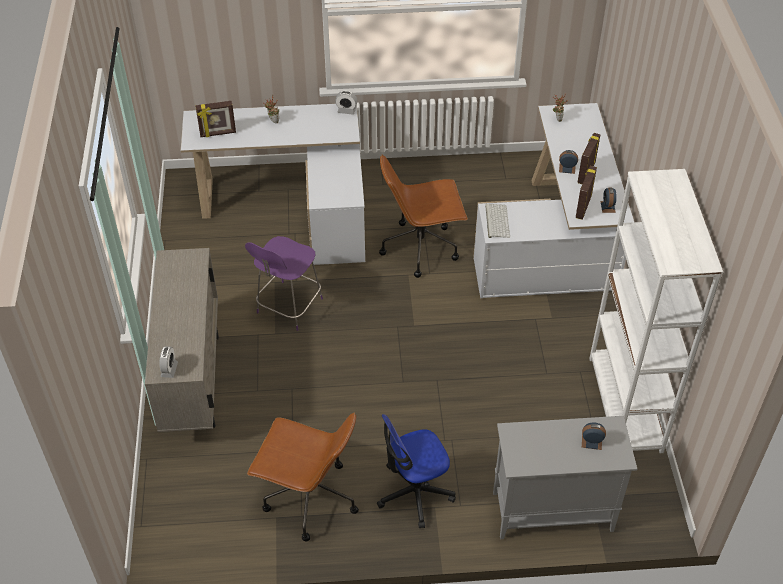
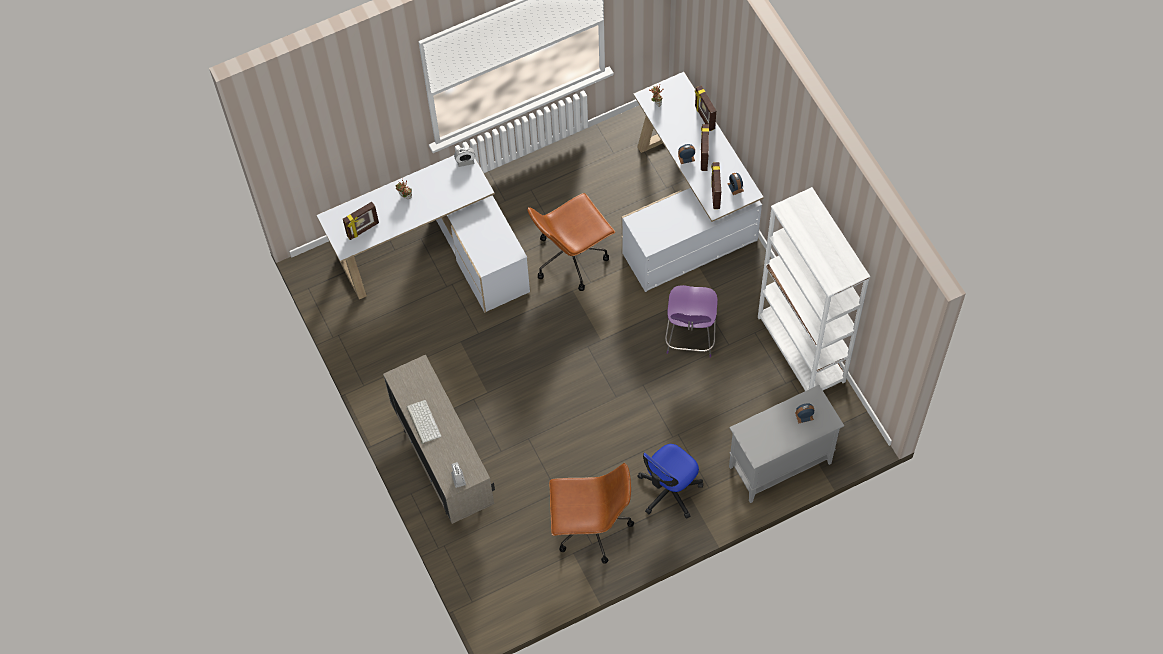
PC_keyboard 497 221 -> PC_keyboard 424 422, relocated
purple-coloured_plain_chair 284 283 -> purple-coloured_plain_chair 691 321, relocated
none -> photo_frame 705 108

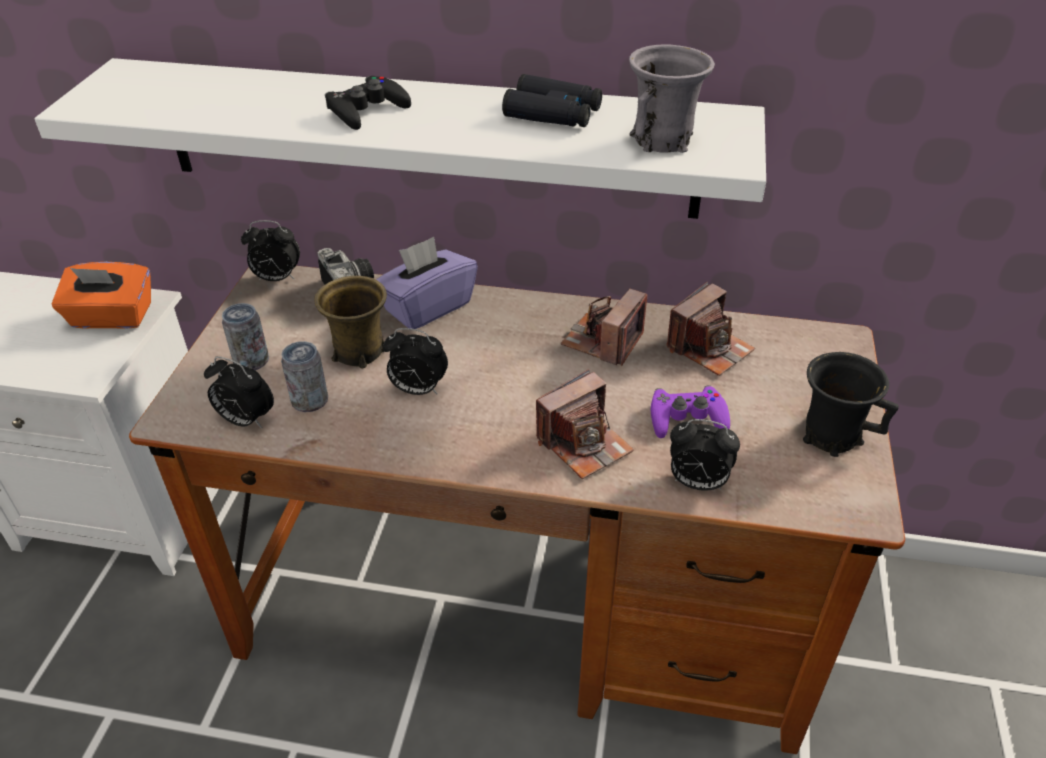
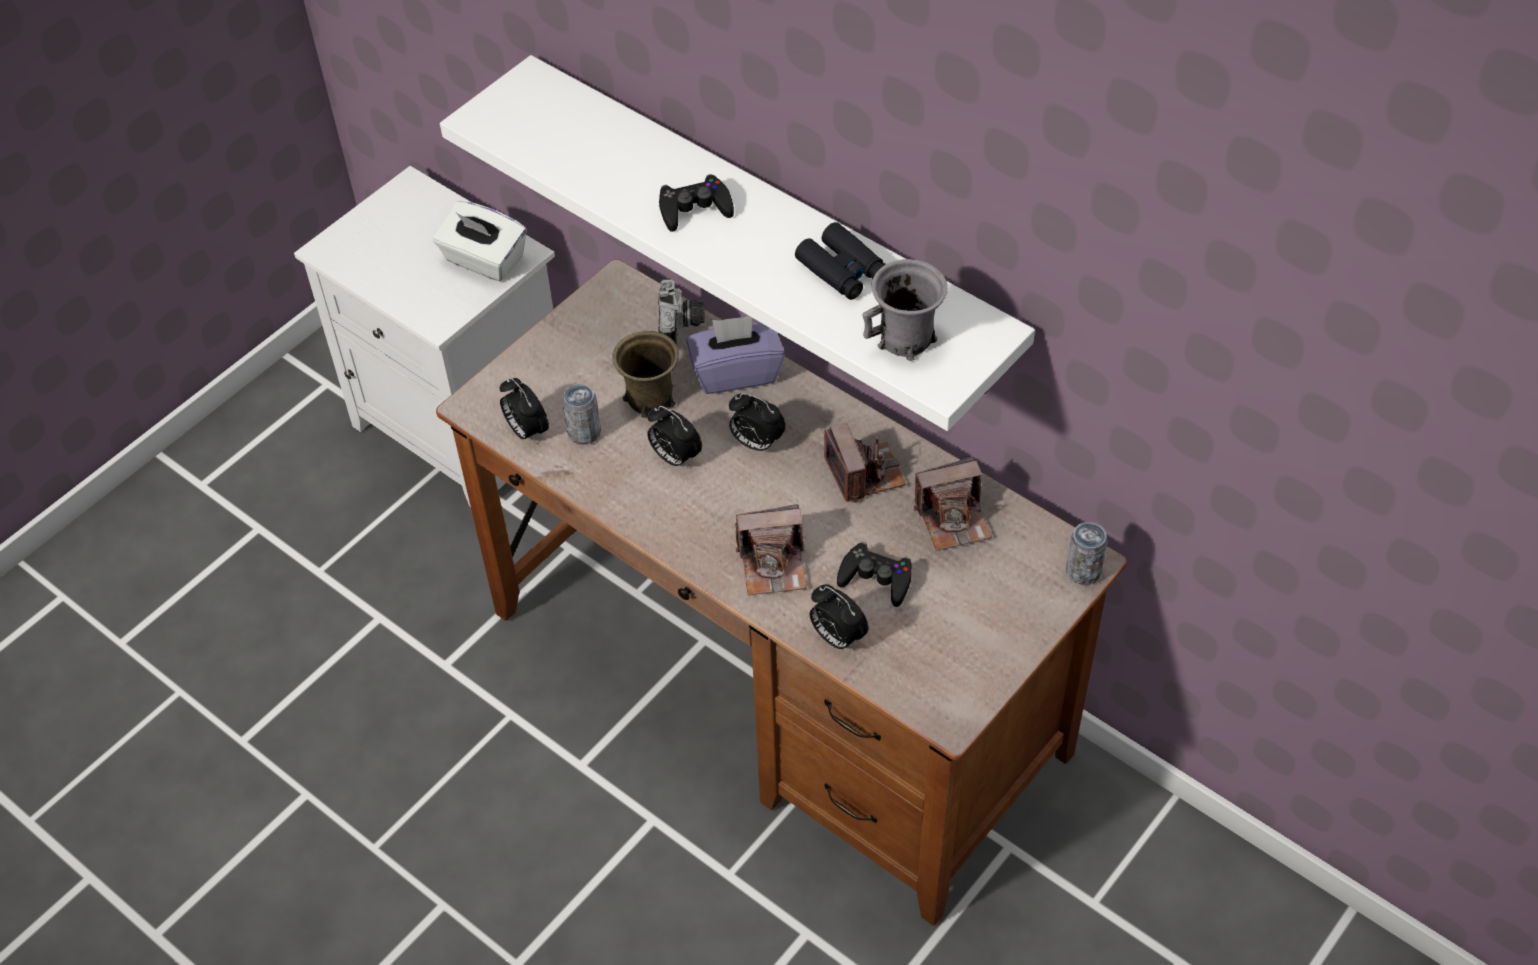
orange-coloured_box_of_tissues 101 295 -> white-coloured_box_of_tissues 480 241
alarm_clock 270 250 -> alarm_clock 757 422, relocated
photo_camera 604 327 -> photo_camera 865 463, 105 degrees clockwise
purple-coloured_joypad 690 411 -> black-coloured_joypad 874 574
can 245 336 -> can 1087 553, relocated
black-coloured_tea_mug 851 404 -> none

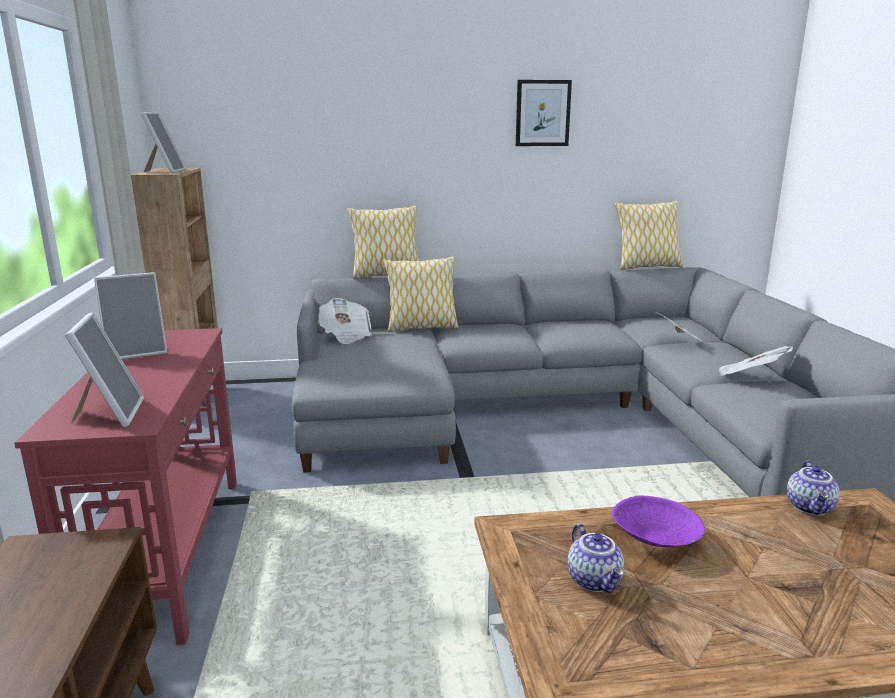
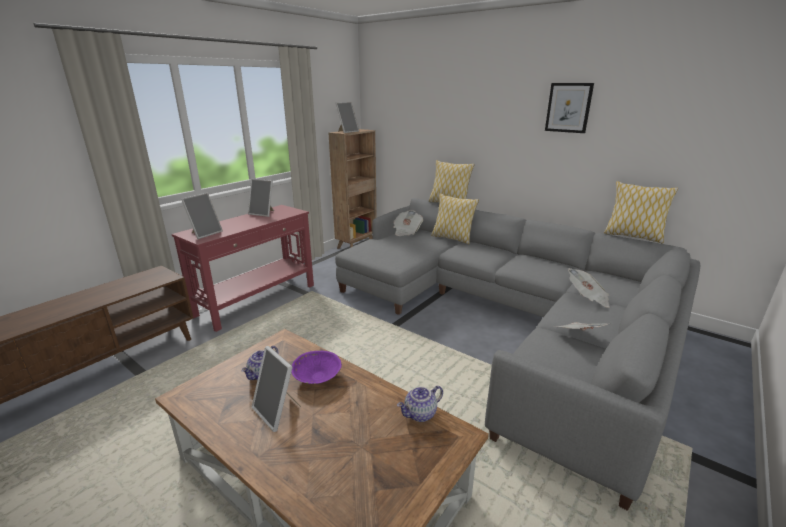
none -> photo_frame 276 389

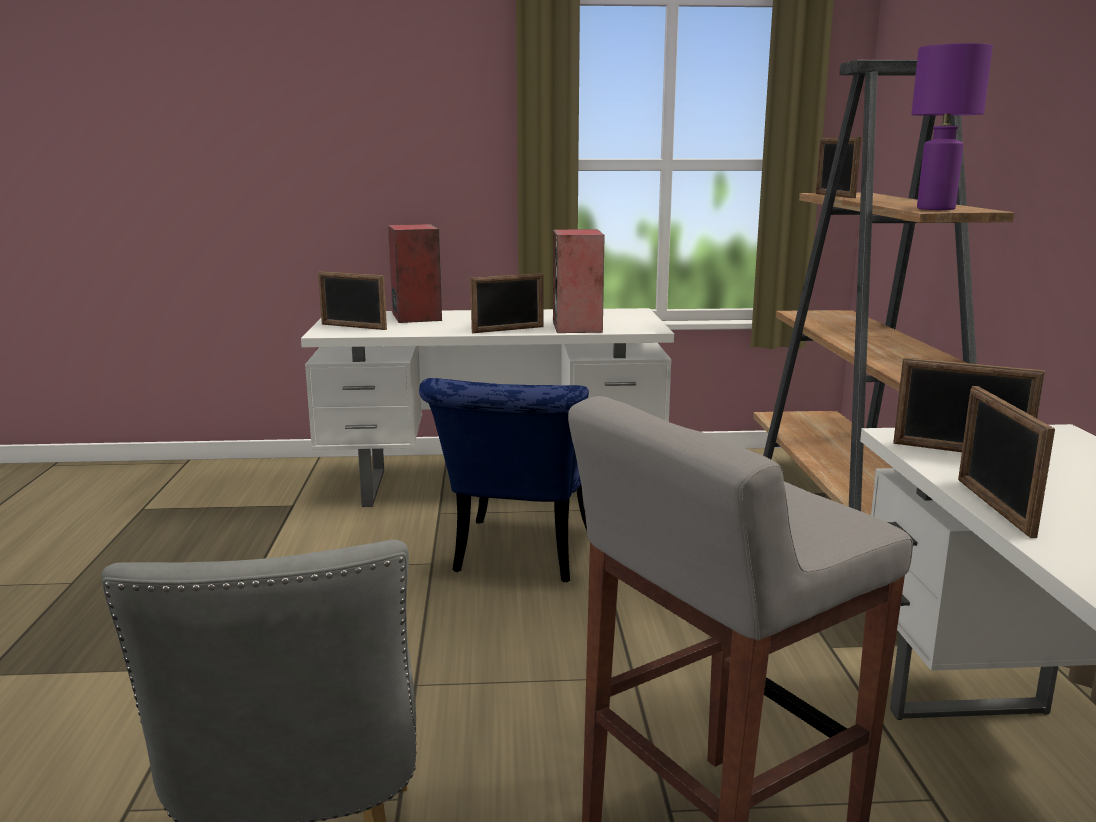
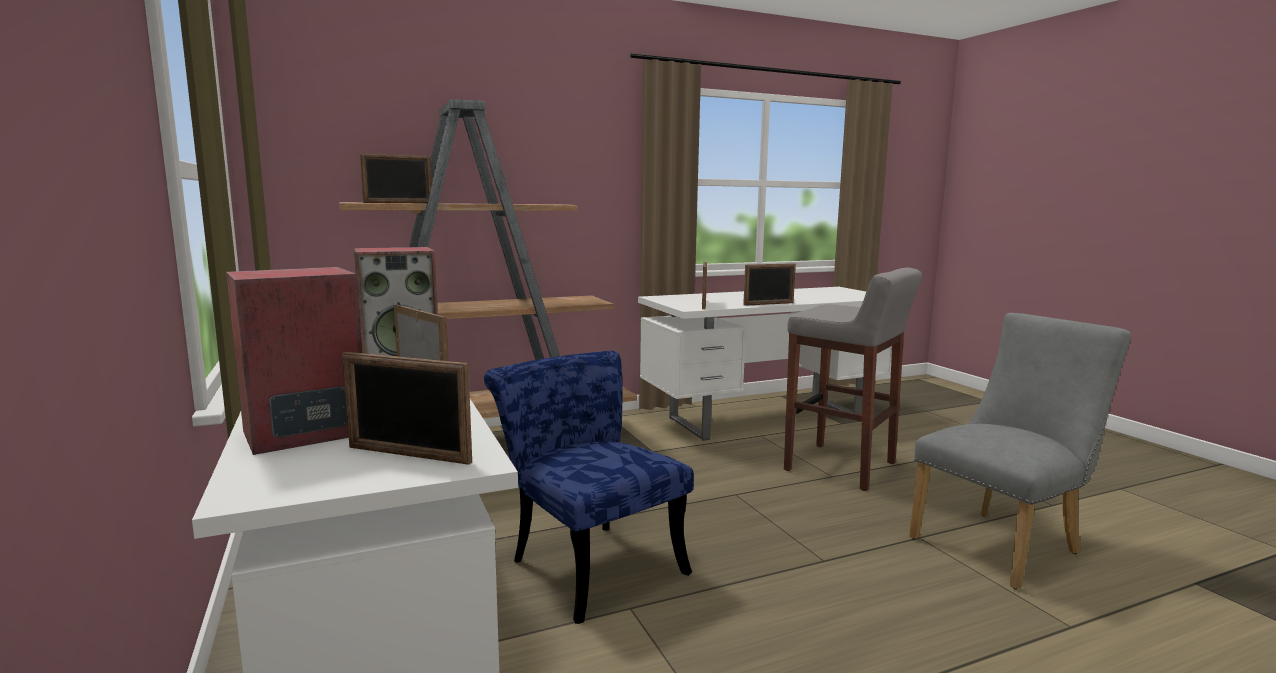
photo_frame 352 300 -> photo_frame 407 408, 105 degrees clockwise
blue-coloured_plain_chair 504 480 -> blue-coloured_plain_chair 589 487, 120 degrees counterclockwise
purple-coloured_table_lamp 952 126 -> none

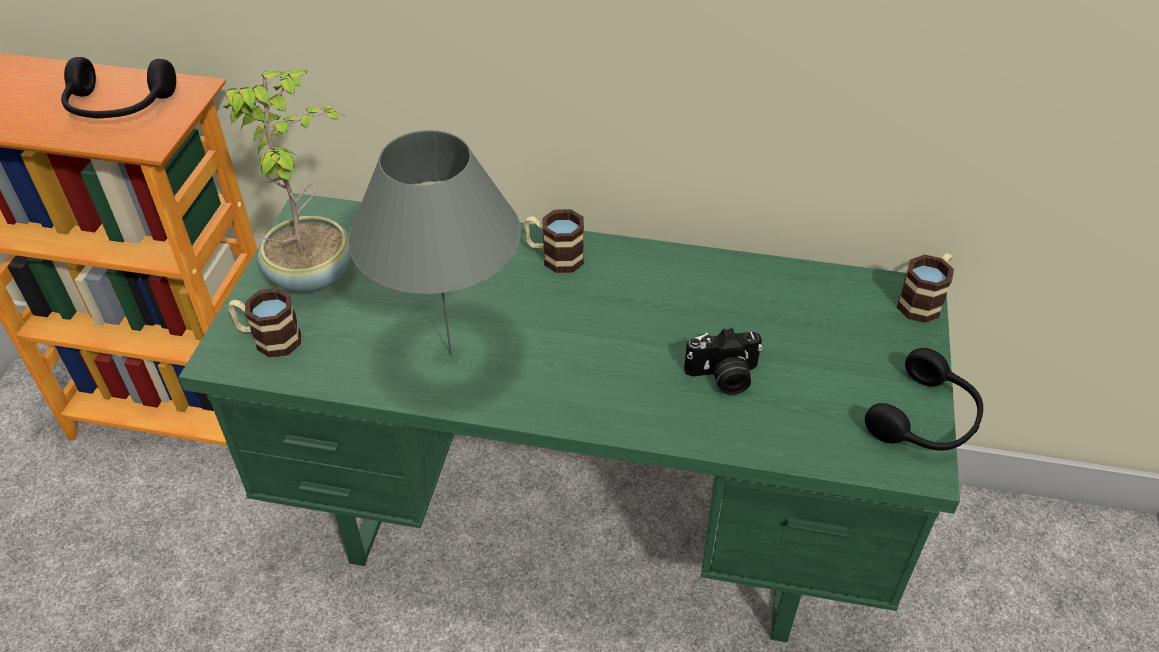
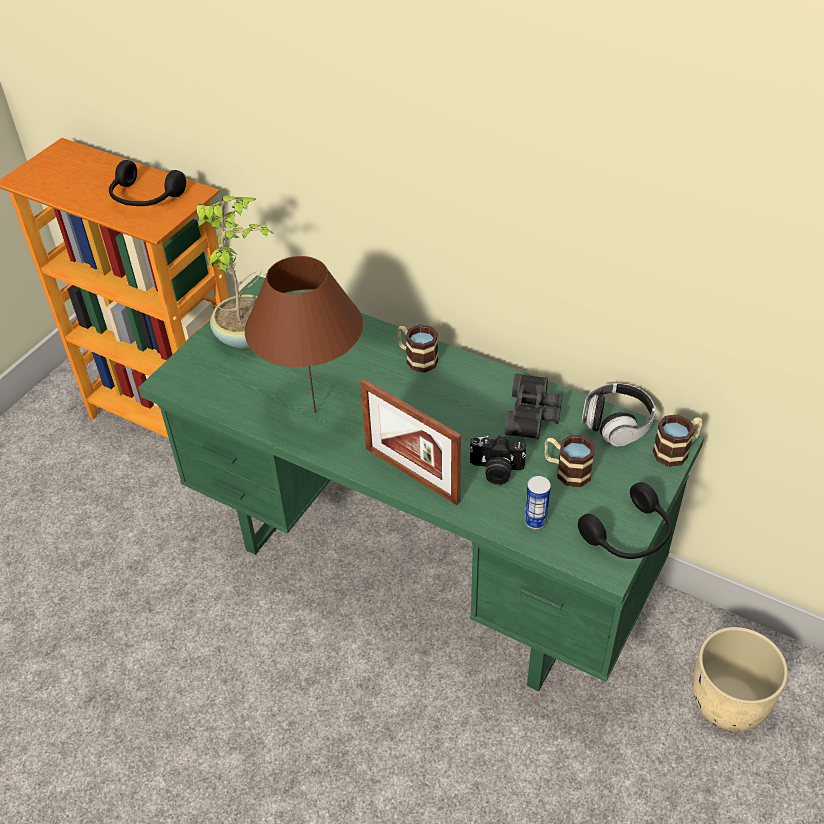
gray_table_lamp 434 243 -> brownish_table_lamp 304 334
none -> photo_frame 410 442
none -> black-coloured_binoculars 533 406
none -> can 537 503
tea_mug 264 323 -> tea_mug 570 461, relocated
none -> pair_of_headphones 618 414
none -> beige-coloured_planter 740 679

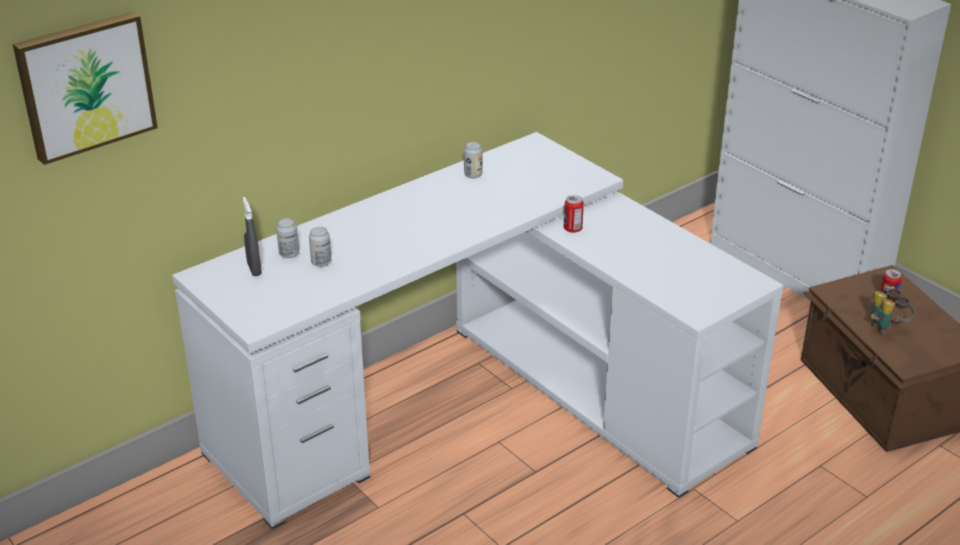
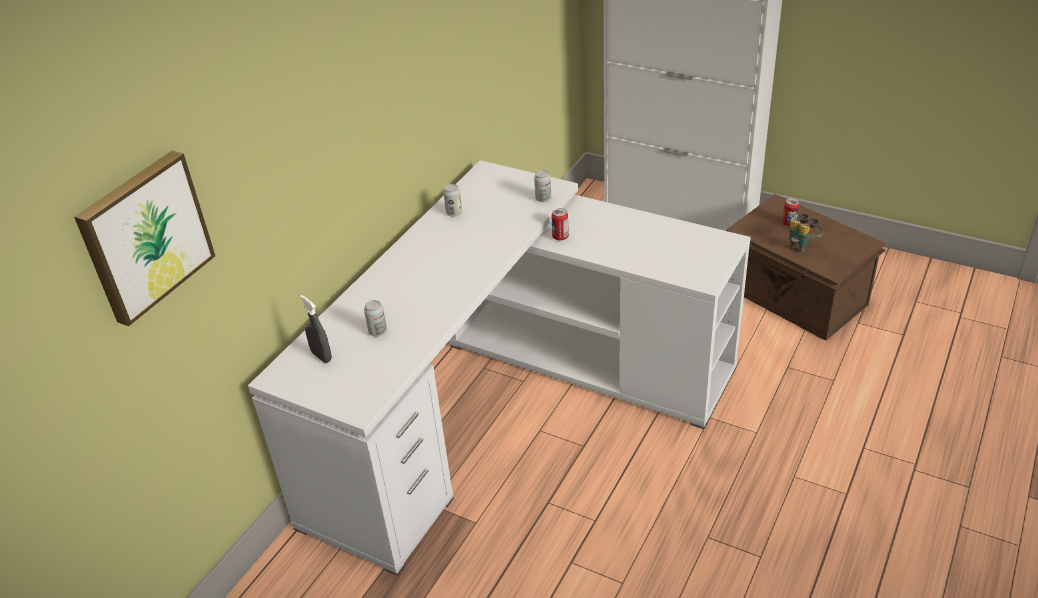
can 287 238 -> can 542 186, relocated

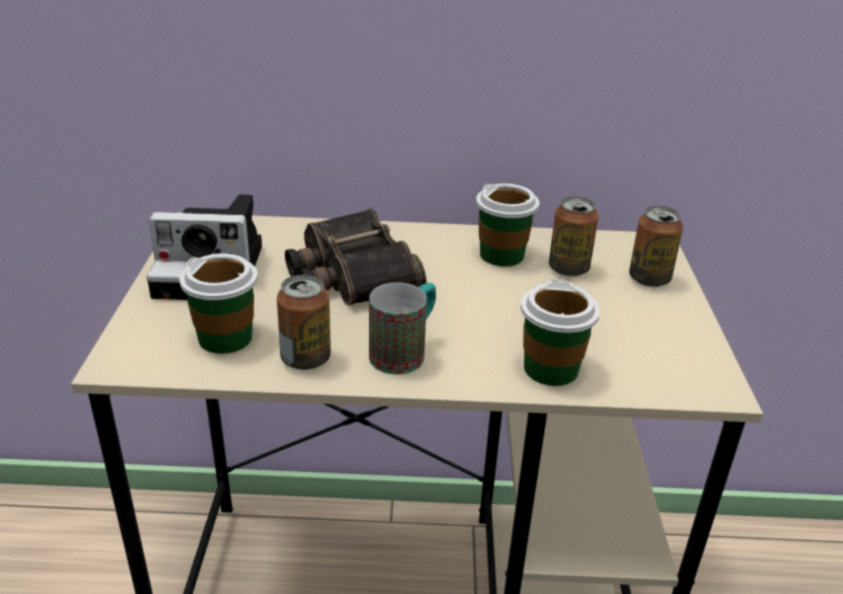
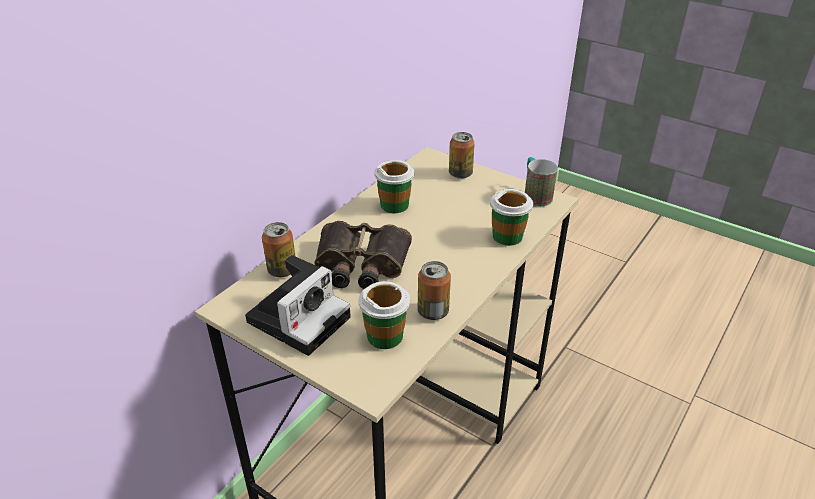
can 573 237 -> can 279 249, relocated
tea_mug 402 328 -> tea_mug 541 181, relocated

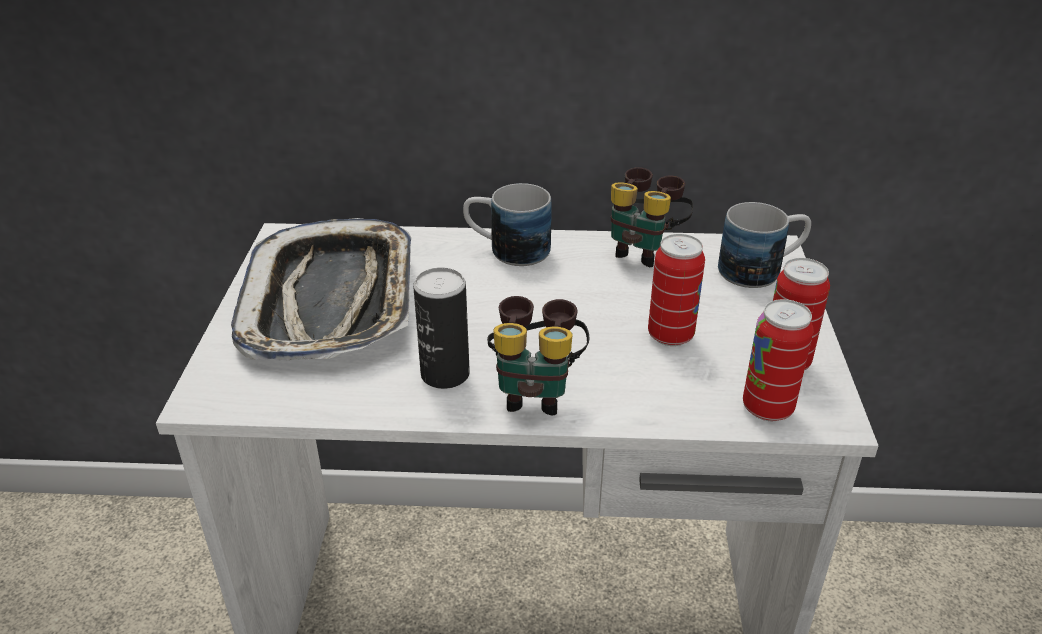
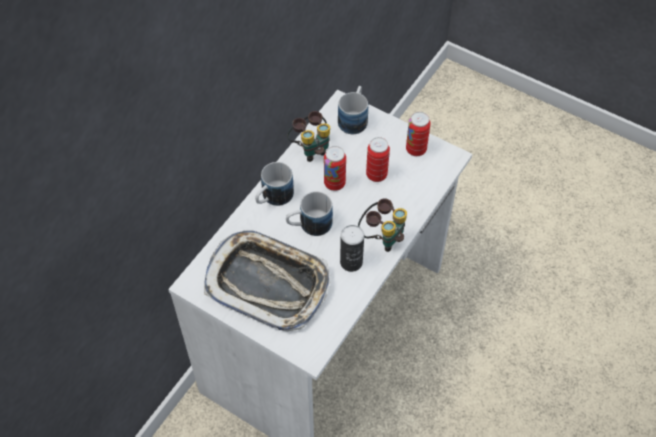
none -> tea_mug 309 213
can 778 360 -> can 335 168, relocated

